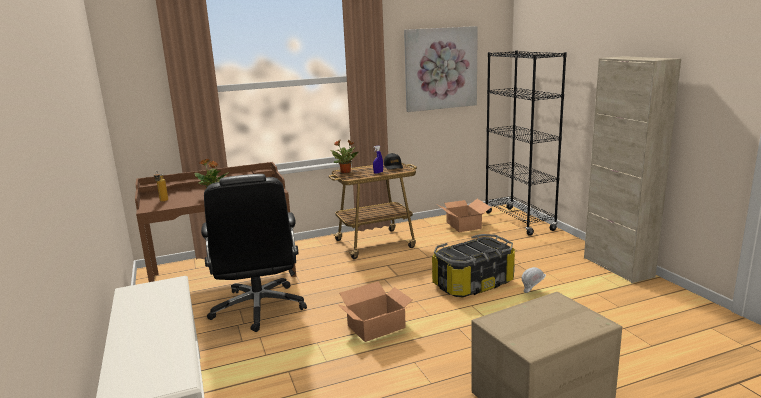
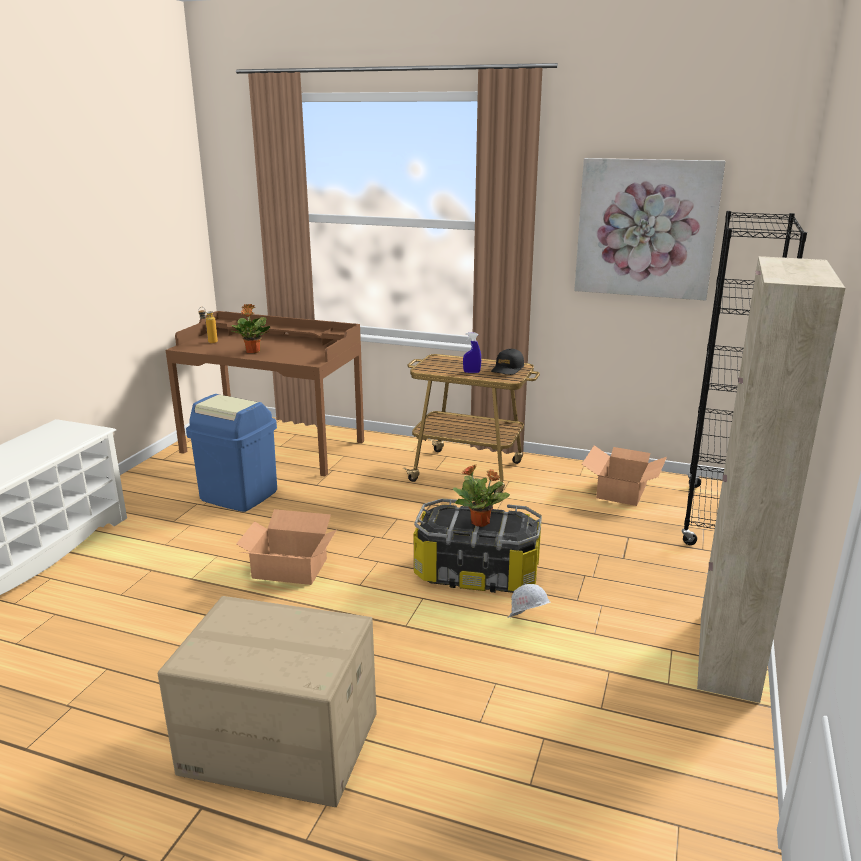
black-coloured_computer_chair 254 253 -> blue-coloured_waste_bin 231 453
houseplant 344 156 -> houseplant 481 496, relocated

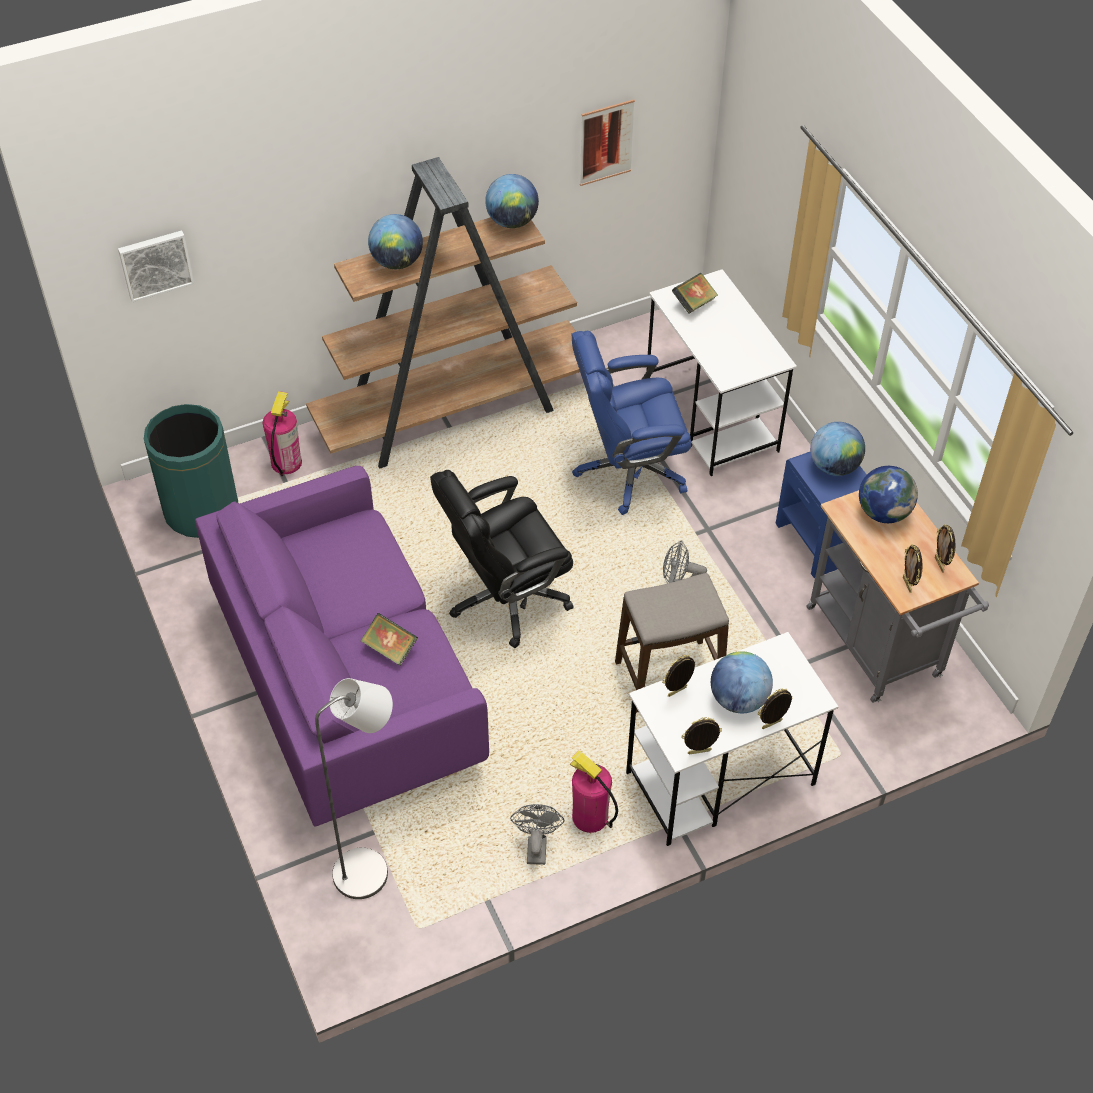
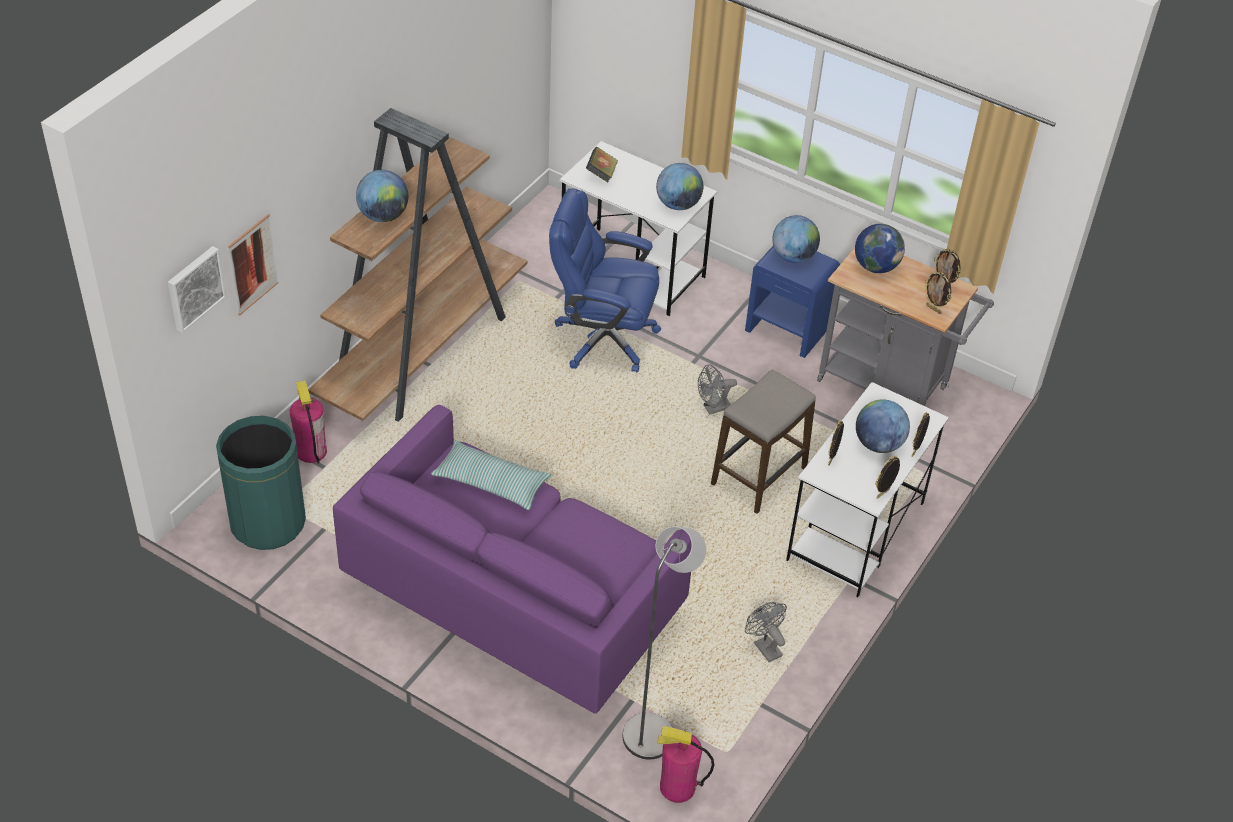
wall_art 607 142 -> wall_art 253 264, relocated
none -> throw_pillow 491 475
blue-coloured_computer_chair 631 422 -> blue-coloured_computer_chair 605 280, 60 degrees clockwise
globe 512 201 -> globe 679 186, relocated
fire-fighting_cylinder 594 791 -> fire-fighting_cylinder 685 764, relocated
book 389 639 -> none
black-coloured_computer_chair 501 559 -> none

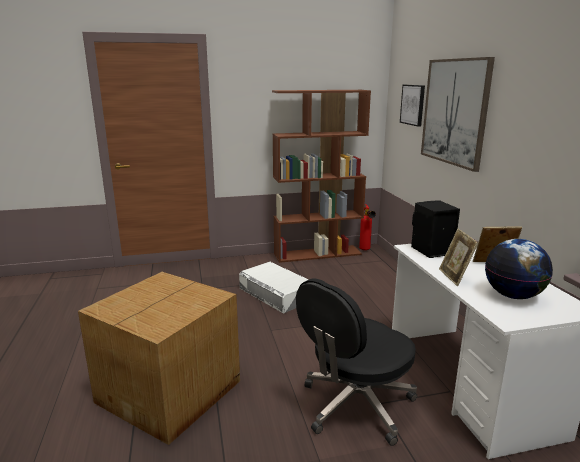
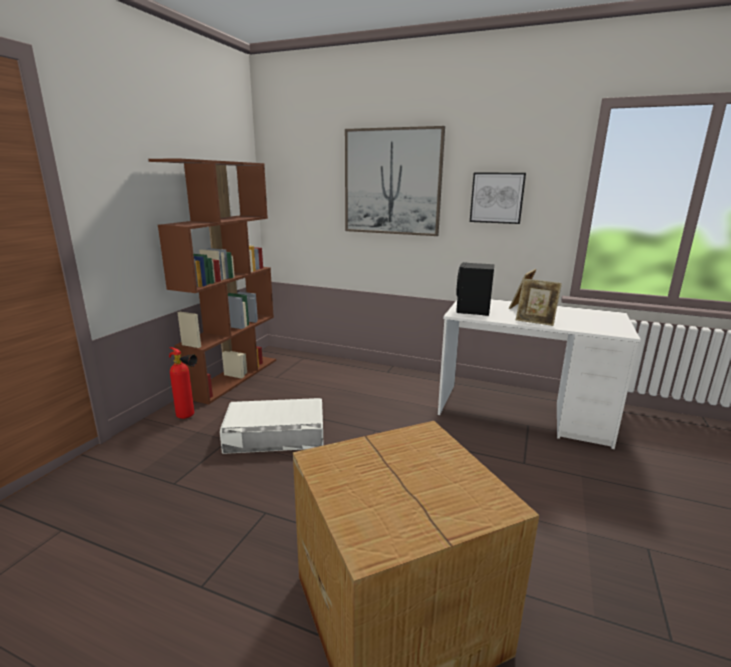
fire-fighting_cylinder 367 227 -> fire-fighting_cylinder 183 383, relocated
wall_art 412 106 -> wall_art 498 198, relocated
black-coloured_computer_chair 356 362 -> none
globe 519 269 -> none

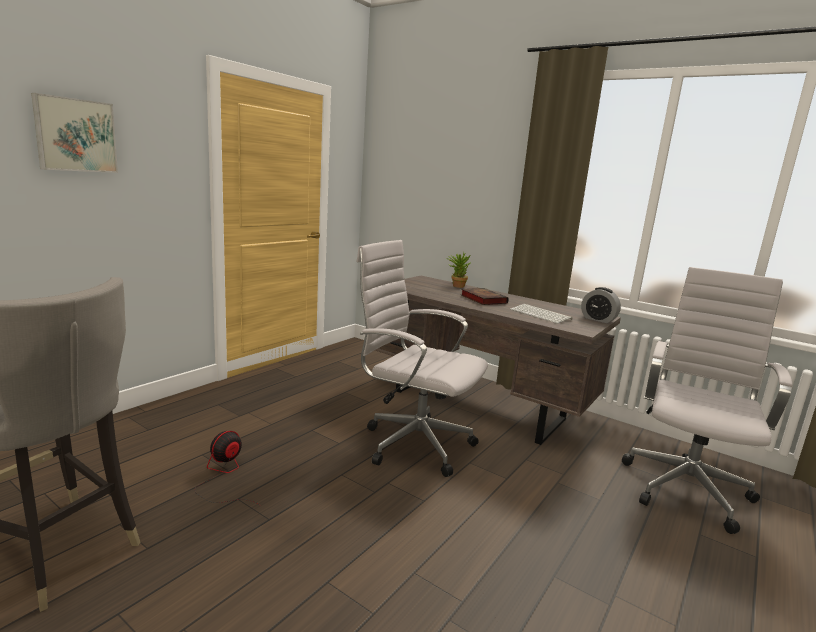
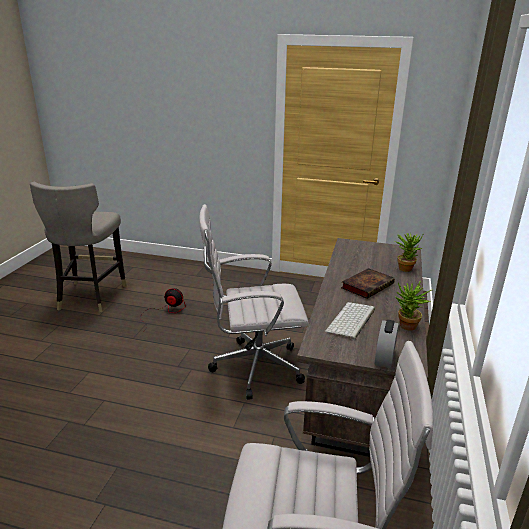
white-coloured_computer_chair 422 358 -> white-coloured_computer_chair 254 302, 105 degrees counterclockwise
none -> houseplant 413 306
wall_art 74 133 -> none

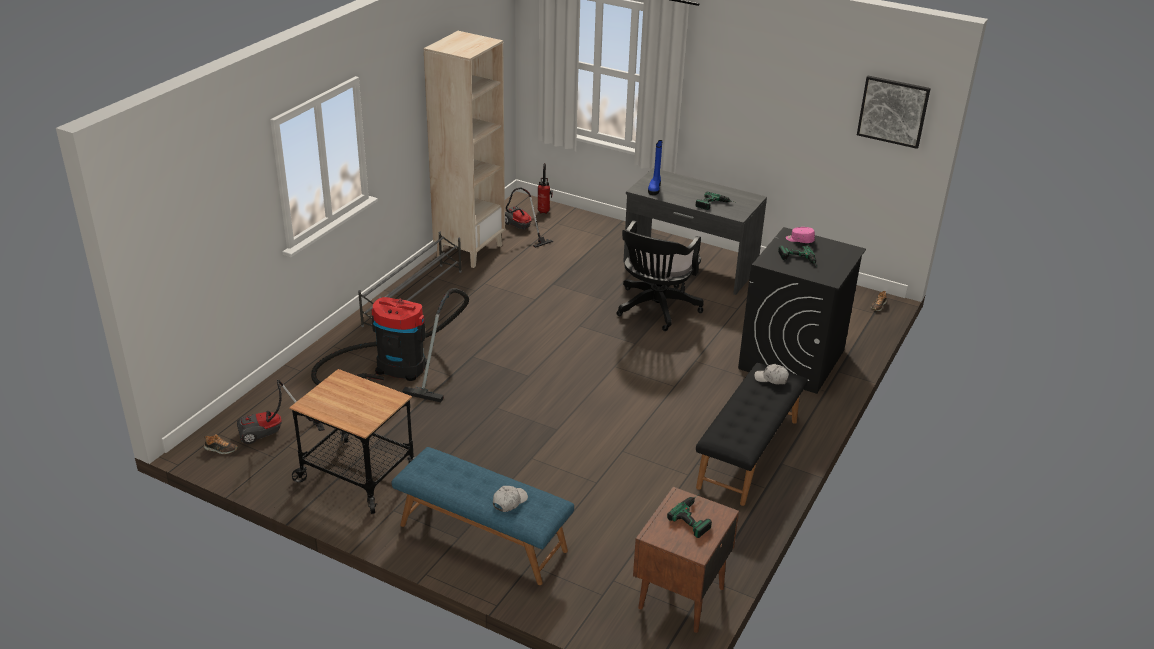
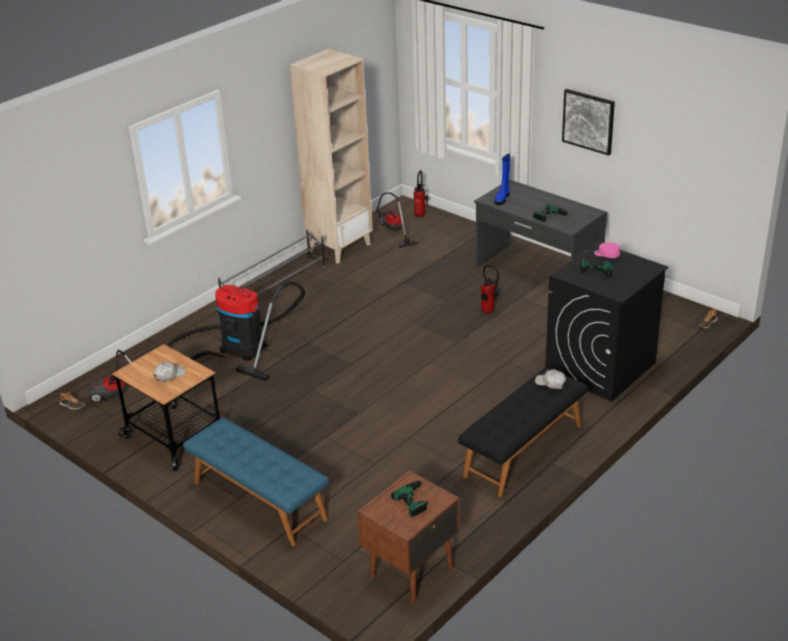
white-coloured_peaked_cap 510 499 -> white-coloured_peaked_cap 169 372, relocated
black-coloured_computer_chair 660 275 -> fire-fighting_cylinder 490 289
wall_art 894 112 -> wall_art 588 122, relocated

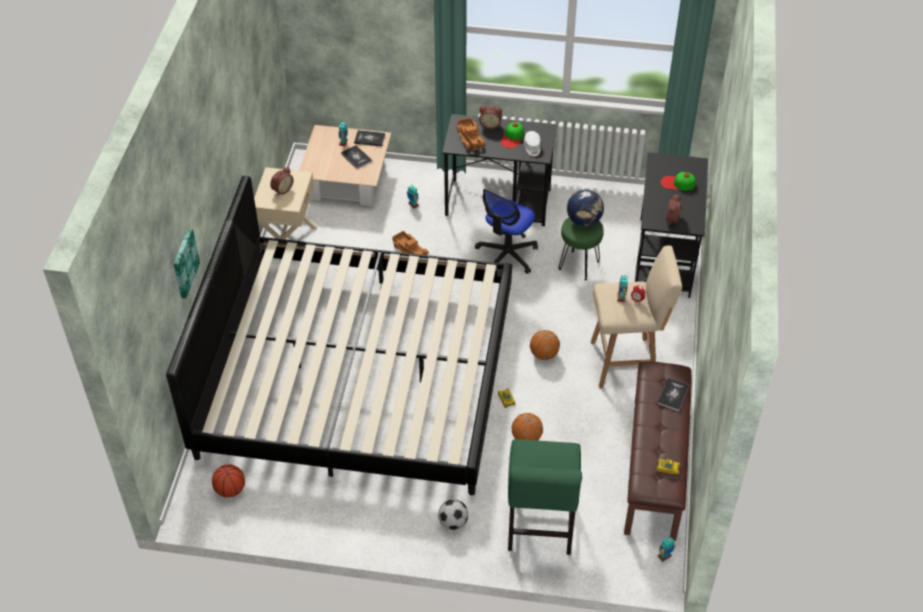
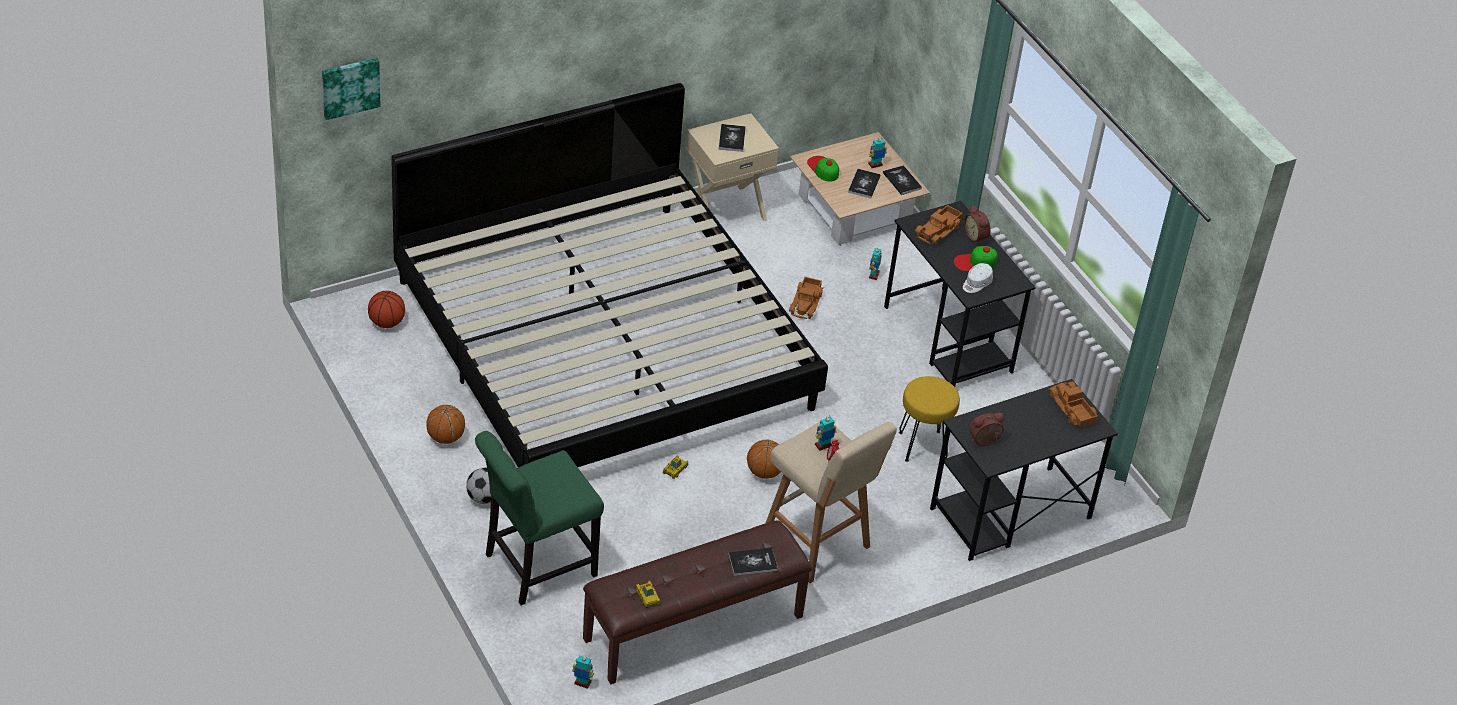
wall_art 187 263 -> wall_art 351 89, relocated
ball_for_basketball 527 427 -> ball_for_basketball 445 424, relocated
alarm_clock 281 181 -> book 732 138
peaked_cap 678 181 -> peaked_cap 823 169, relocated
green-coloured_stool 581 249 -> yellowish_stool 929 419
none -> model_truck 1073 404
computer_chair 506 231 -> none
globe 585 208 -> none

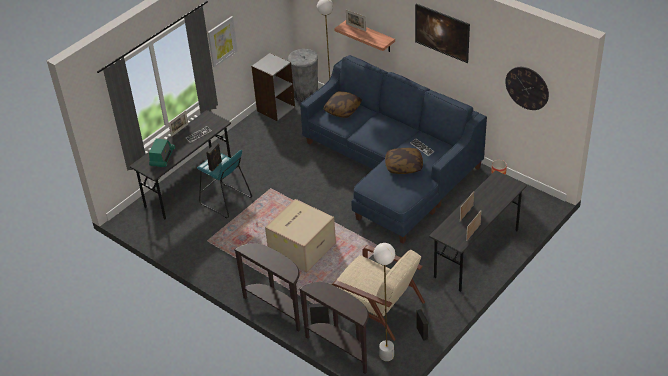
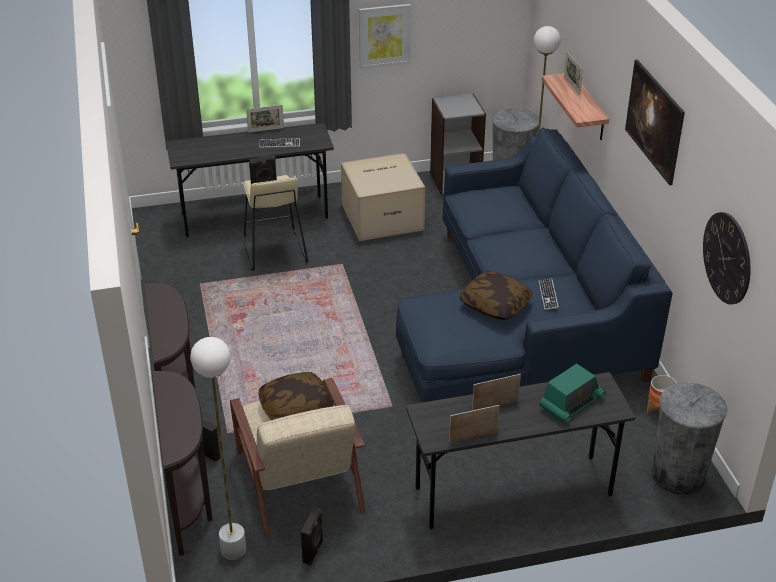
blue-green_stool 224 184 -> beige-coloured_stool 275 223
throw_pillow 342 104 -> throw_pillow 296 396, relocated
cardboard_box 300 235 -> cardboard_box 383 197, relocated
radio 162 153 -> radio 572 393, relocated
none -> gray_waste_bin 689 438

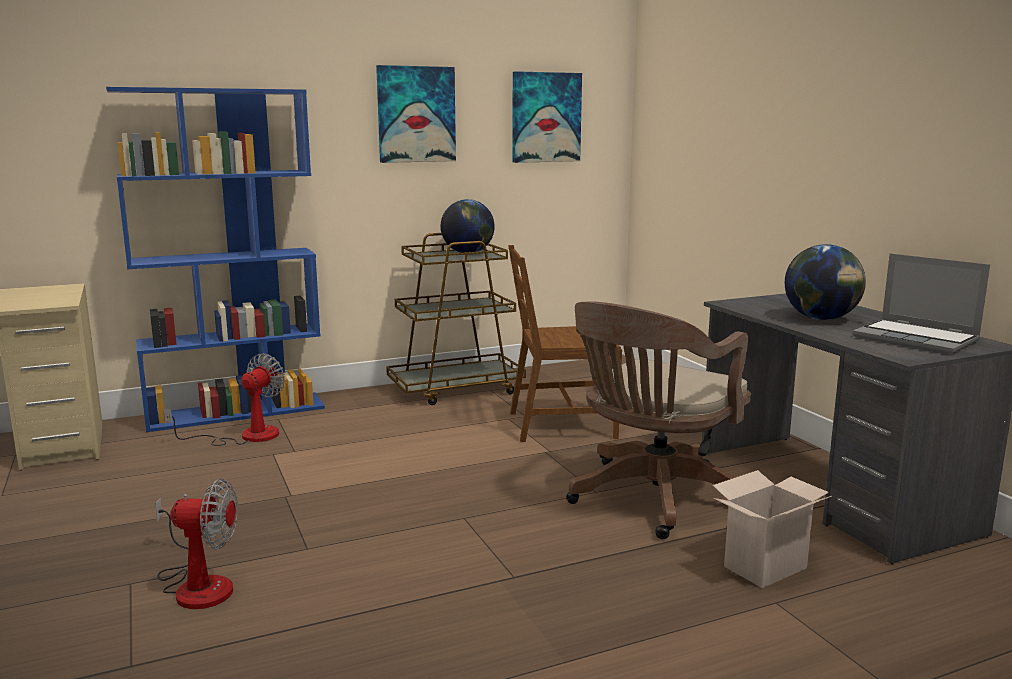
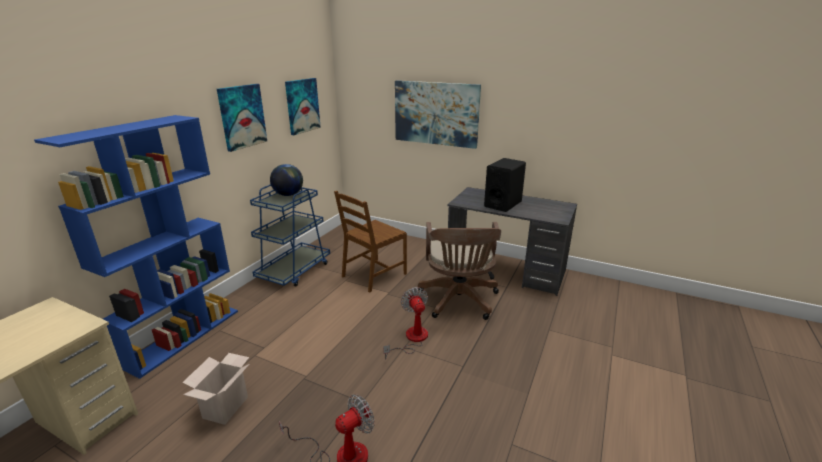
cardboard_box 772 529 -> cardboard_box 215 389, relocated
brownish_wheeled_cart 456 319 -> blue-coloured_wheeled_cart 290 235
electric_fan 224 399 -> electric_fan 405 323, relocated
none -> wall_art 438 114
globe 825 282 -> black-coloured_speaker 505 185
laptop 921 304 -> none

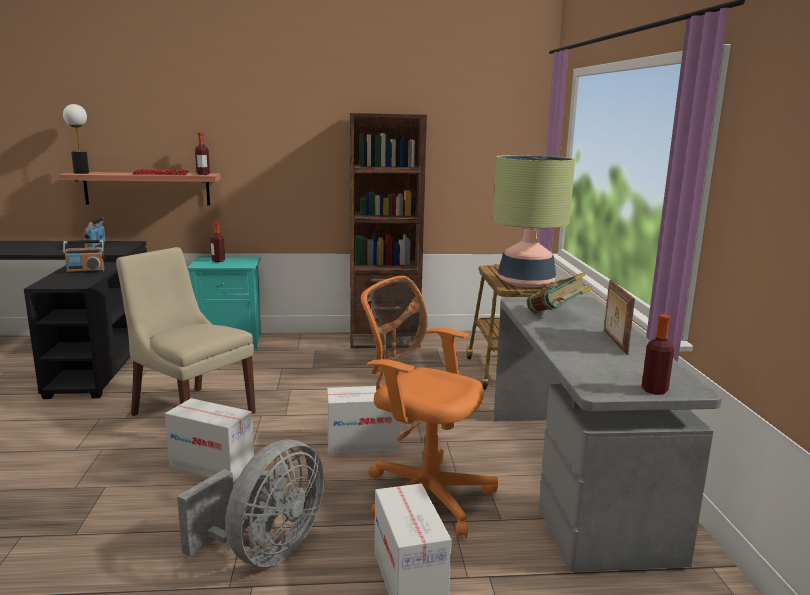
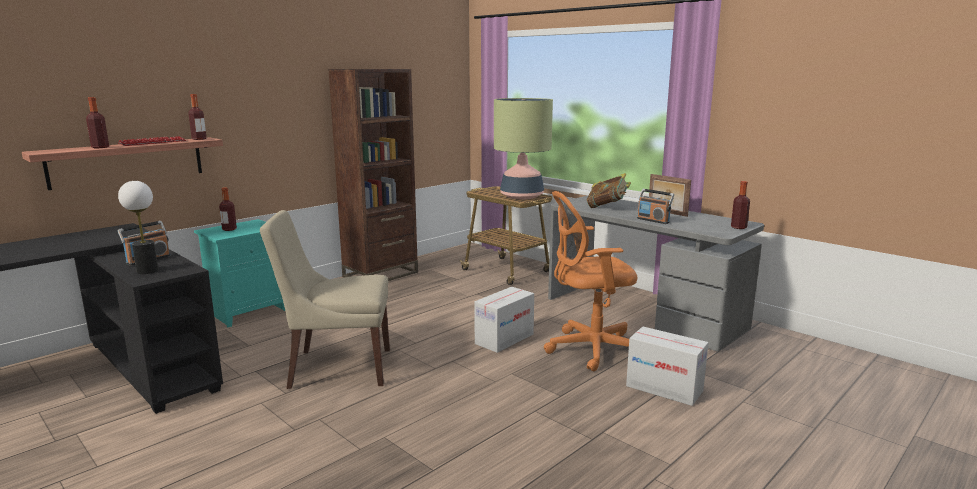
none -> beverage_bottle 97 122
table_lamp 76 139 -> table_lamp 138 227, relocated
radio 94 232 -> radio 655 206, relocated
cardboard_box 209 440 -> none
gray_electric_fan 250 503 -> none

